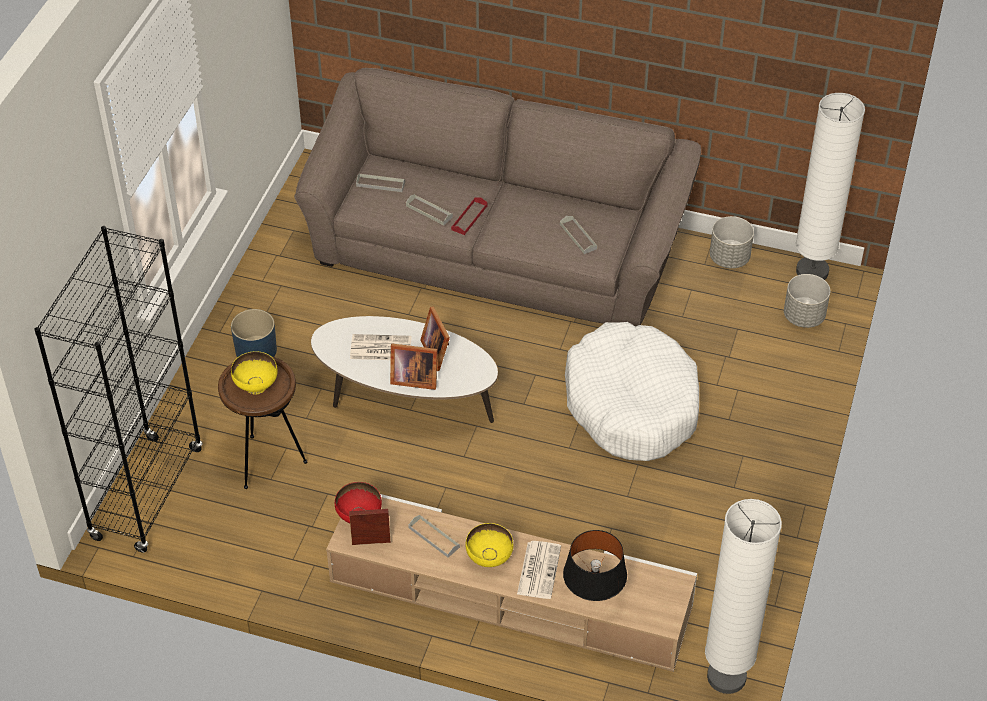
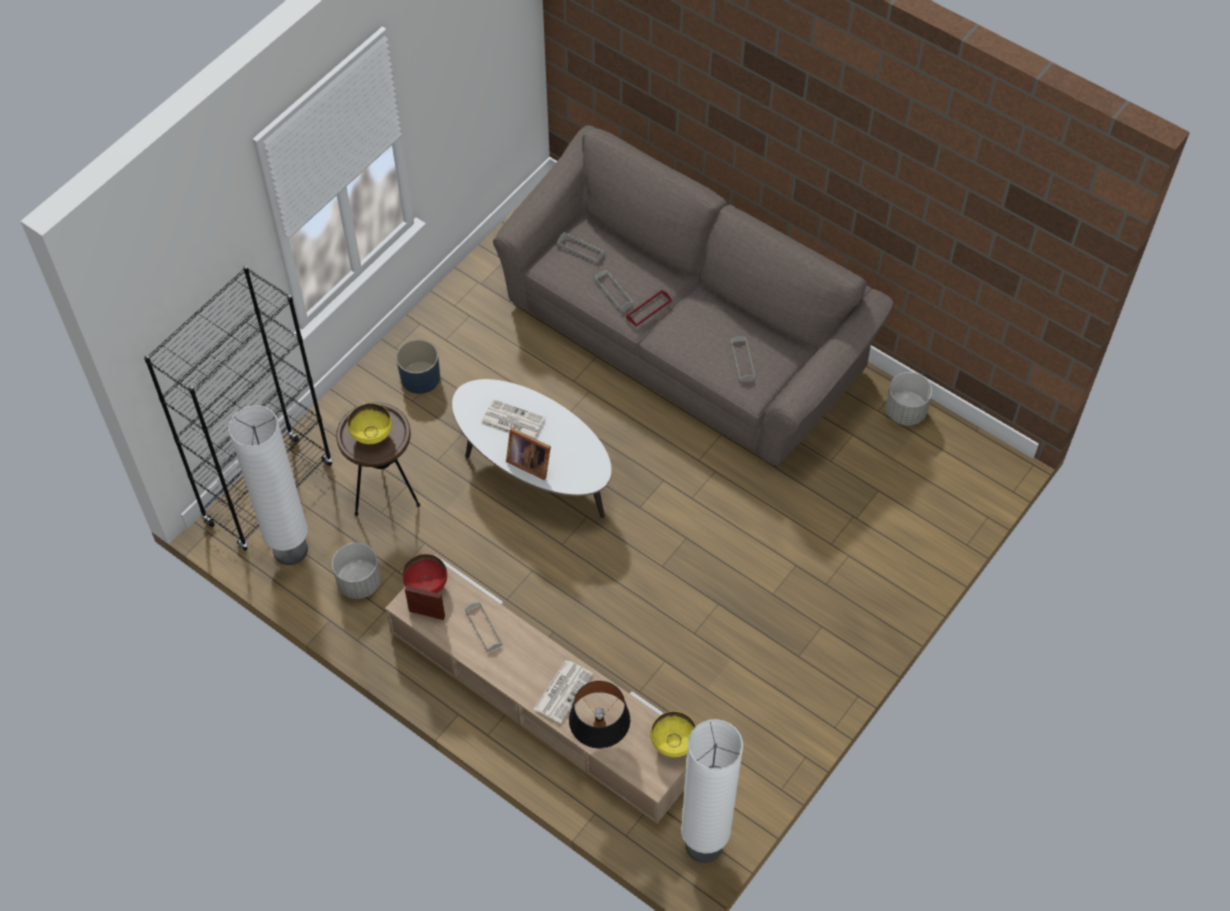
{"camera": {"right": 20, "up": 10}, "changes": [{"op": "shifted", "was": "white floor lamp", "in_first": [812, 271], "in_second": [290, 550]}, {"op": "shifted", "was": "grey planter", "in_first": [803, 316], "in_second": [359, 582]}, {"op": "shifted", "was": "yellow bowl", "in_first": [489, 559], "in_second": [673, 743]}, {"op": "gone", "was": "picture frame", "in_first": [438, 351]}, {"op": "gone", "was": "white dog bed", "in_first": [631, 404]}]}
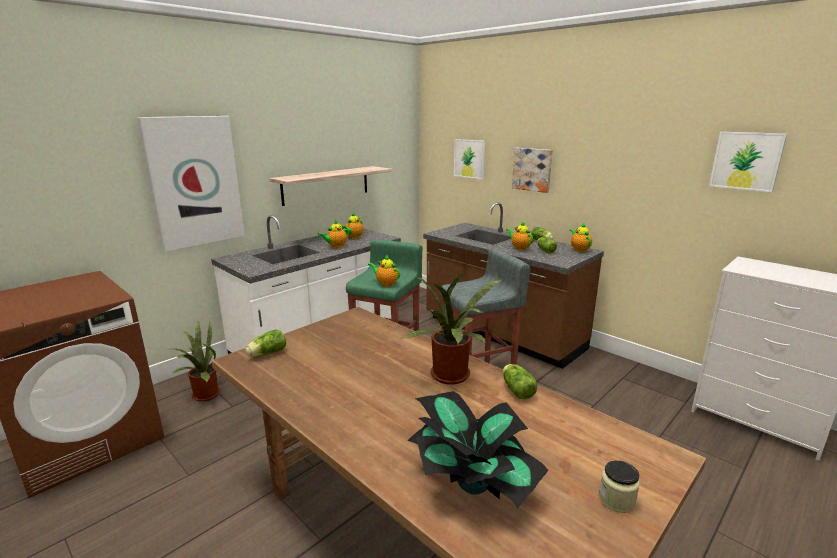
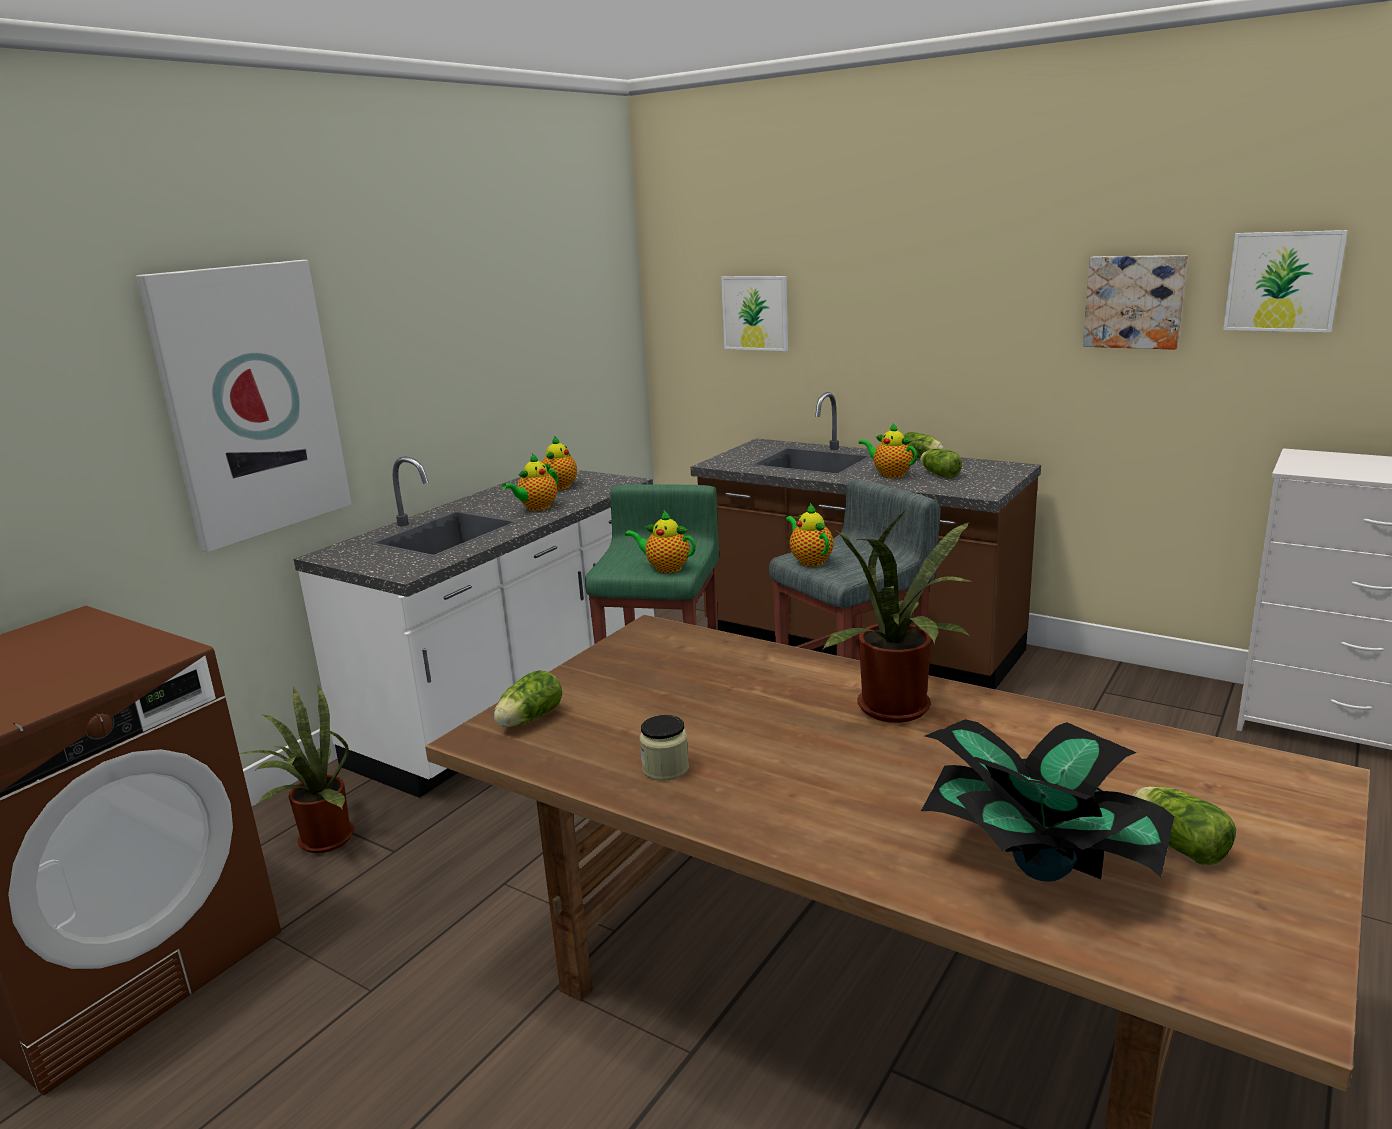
{"camera": {"right": -10, "up": 0}, "changes": [{"op": "shifted", "was": "jar", "in_first": [616, 500], "in_second": [665, 768]}, {"op": "shifted", "was": "teapot", "in_first": [579, 250], "in_second": [810, 561]}, {"op": "shifted", "was": "picture", "in_first": [532, 169], "in_second": [1134, 301]}, {"op": "shifted", "was": "lettuce", "in_first": [516, 389], "in_second": [1176, 842]}, {"op": "gone", "was": "shelf", "in_first": [326, 185]}]}
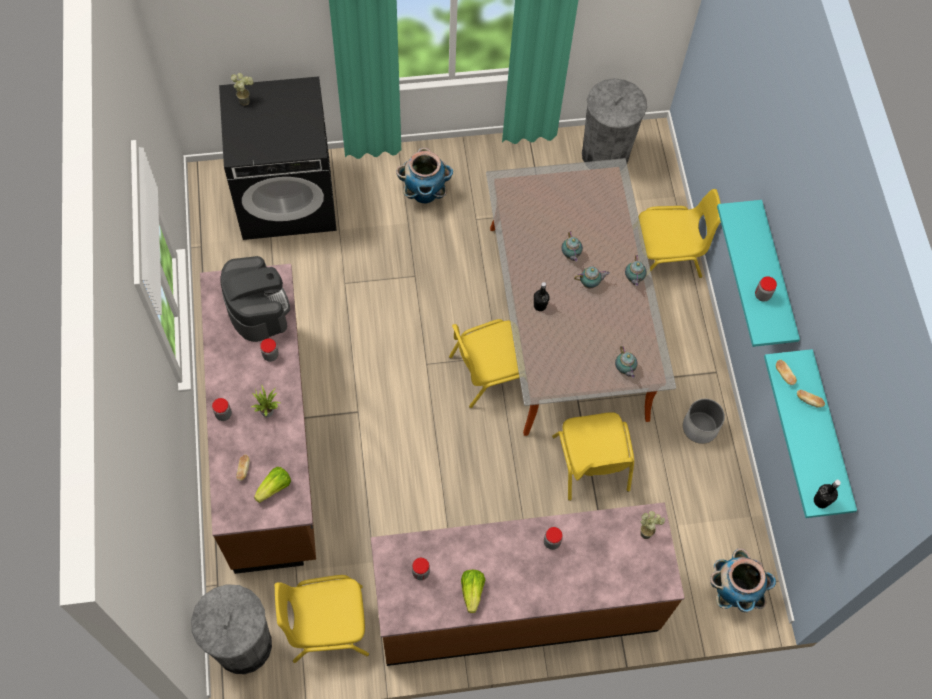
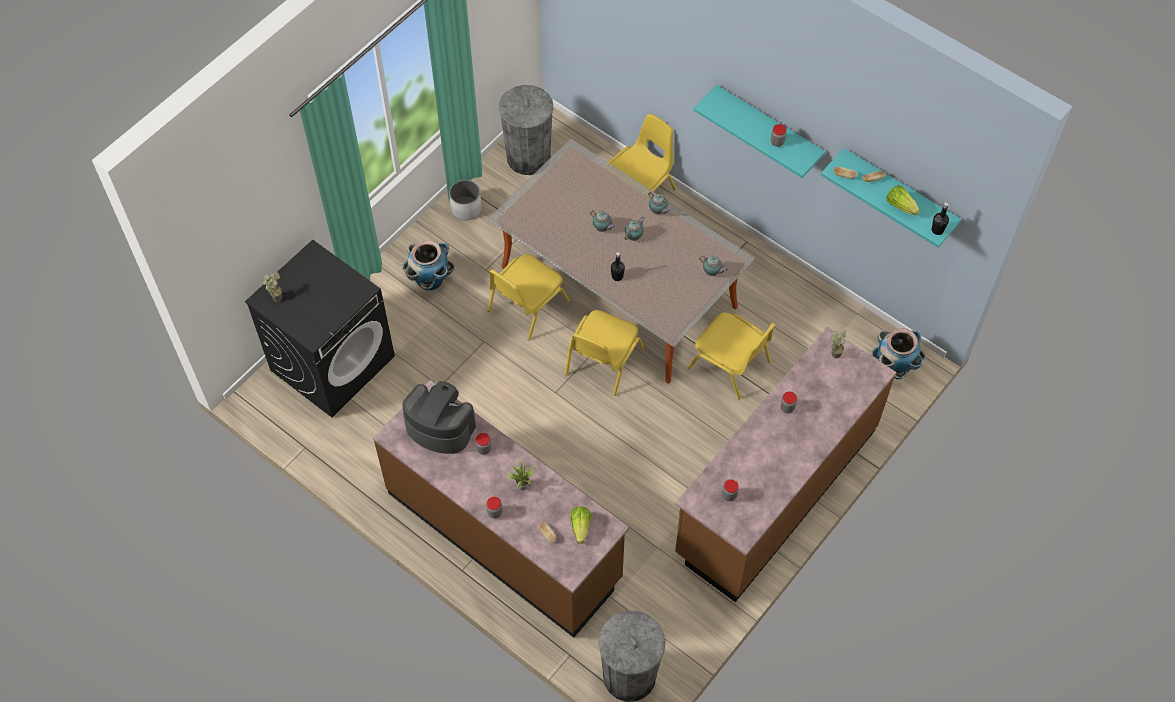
{"camera": {"right": -40, "up": -5}, "changes": [{"op": "shifted", "was": "white planter", "in_first": [700, 428], "in_second": [466, 208]}, {"op": "shifted", "was": "yellow chair", "in_first": [326, 624], "in_second": [526, 306]}, {"op": "shifted", "was": "lettuce", "in_first": [472, 591], "in_second": [900, 206]}]}
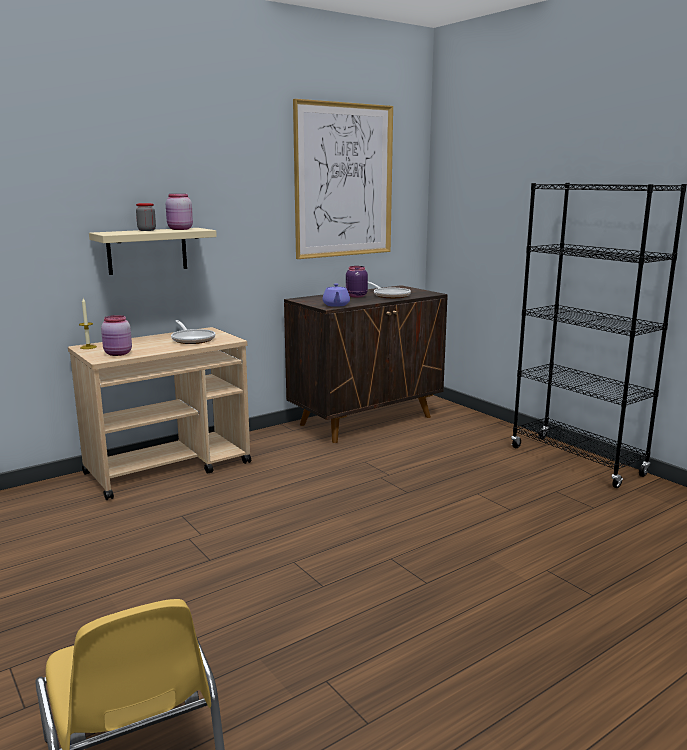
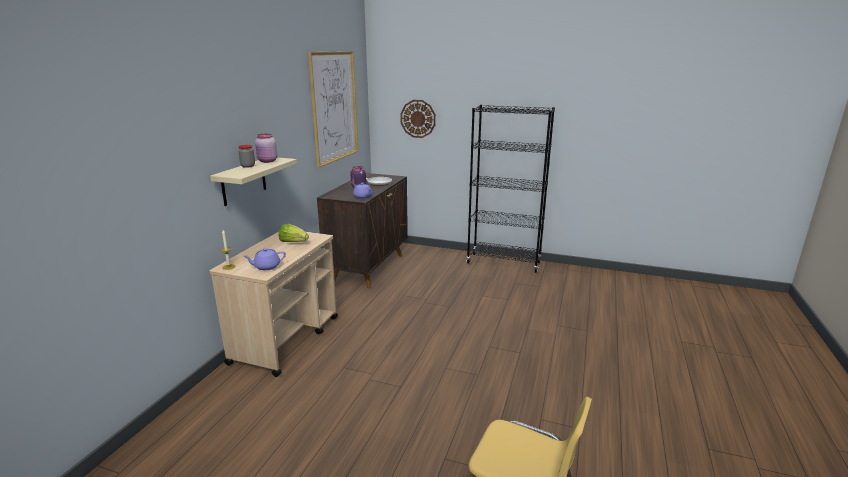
{"camera": {"right": -35, "up": 5}, "changes": [{"op": "swapped", "was": "pink jar", "now": "purple teapot", "in_first": [118, 354], "in_second": [266, 267]}, {"op": "swapped", "was": "frying pan", "now": "lettuce", "in_first": [192, 339], "in_second": [293, 242]}, {"op": "new", "now": "wall clock", "in_second": [418, 118]}]}
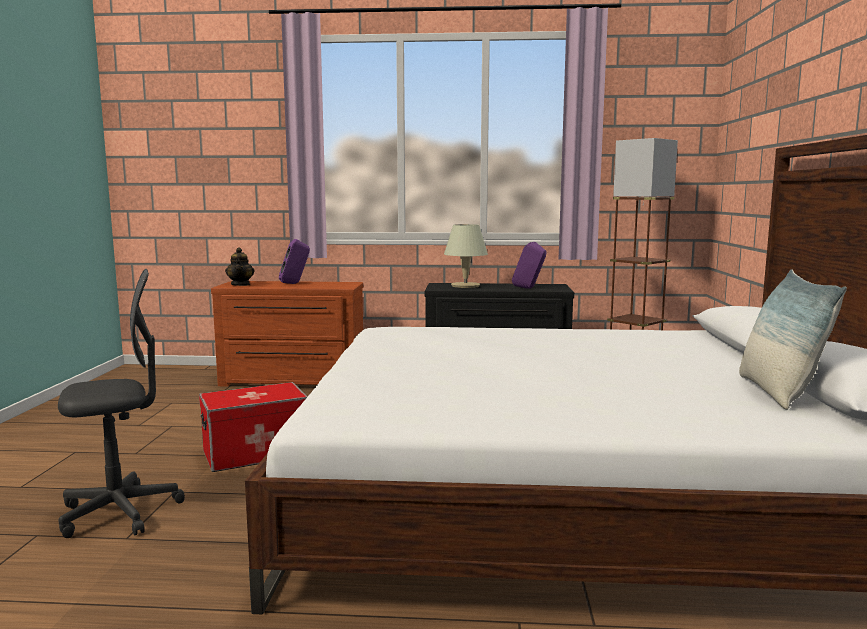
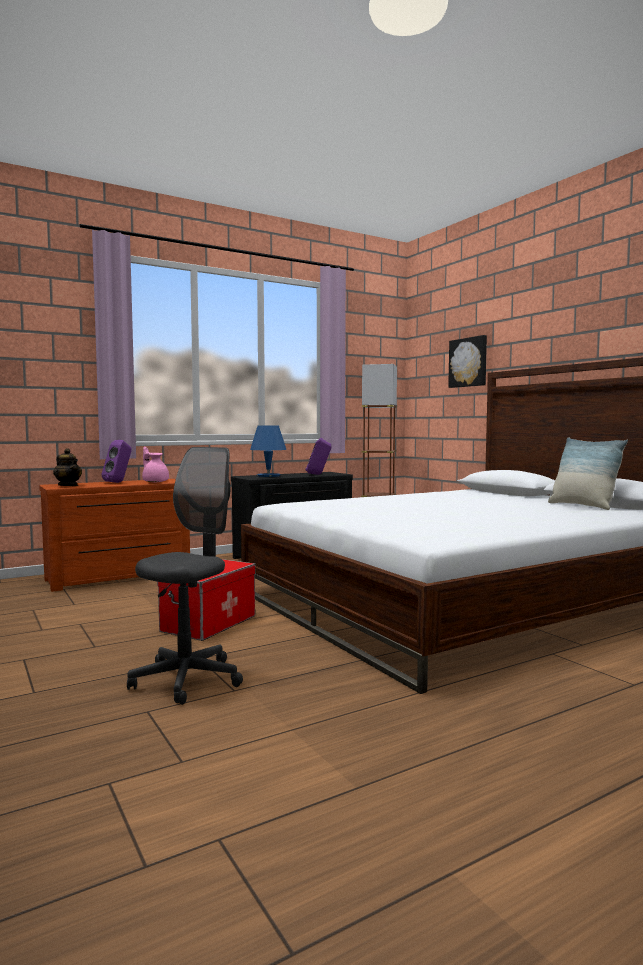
{"camera": {"right": -35, "up": -5}, "changes": [{"op": "new", "now": "pink teapot", "in_second": [155, 482]}, {"op": "repainted", "was": "beige table lamp", "now": "blue table lamp", "in_first": [465, 286], "in_second": [268, 476]}, {"op": "new", "now": "picture", "in_second": [468, 362]}]}
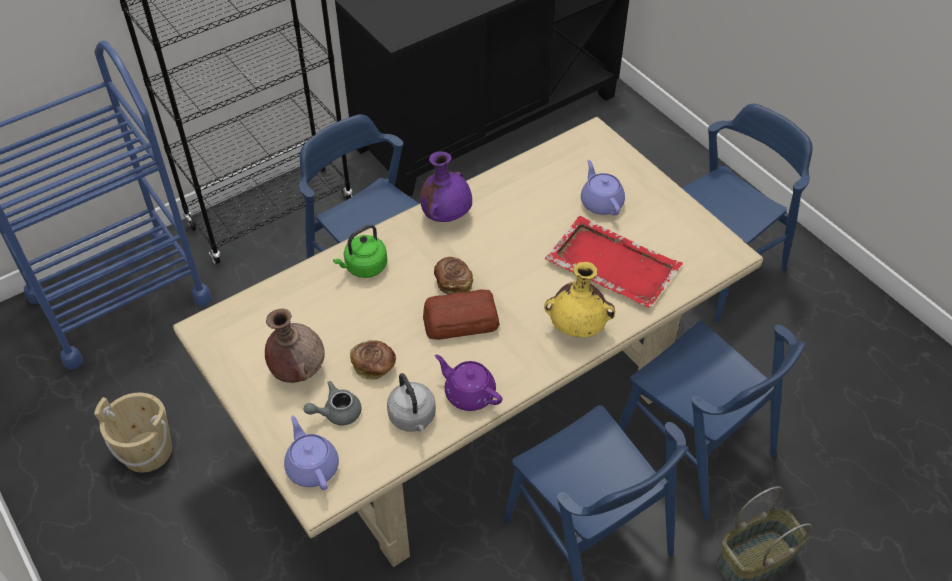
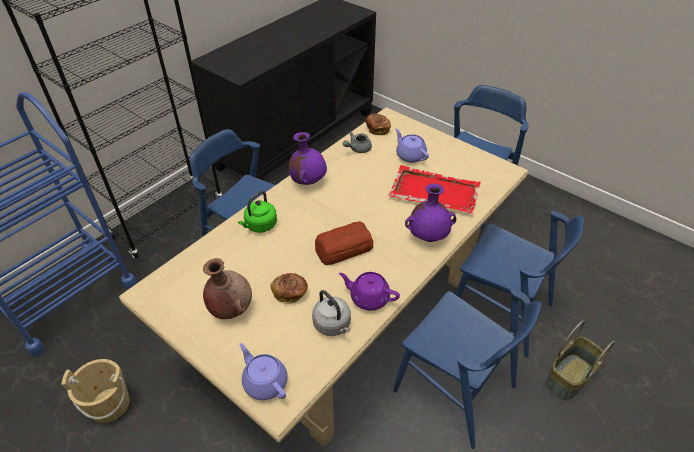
{"camera": {"right": -15, "up": -5}, "changes": [{"op": "shifted", "was": "grey teapot", "in_first": [336, 412], "in_second": [357, 149]}, {"op": "shifted", "was": "bread", "in_first": [453, 283], "in_second": [377, 129]}, {"op": "repainted", "was": "yellow vase", "now": "purple vase", "in_first": [578, 328], "in_second": [428, 237]}]}
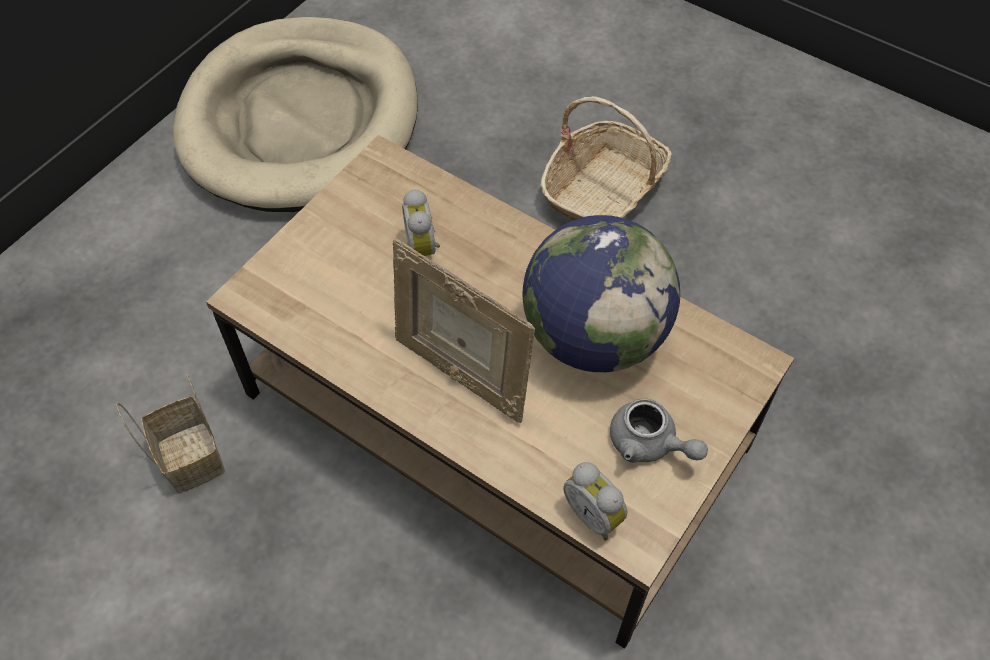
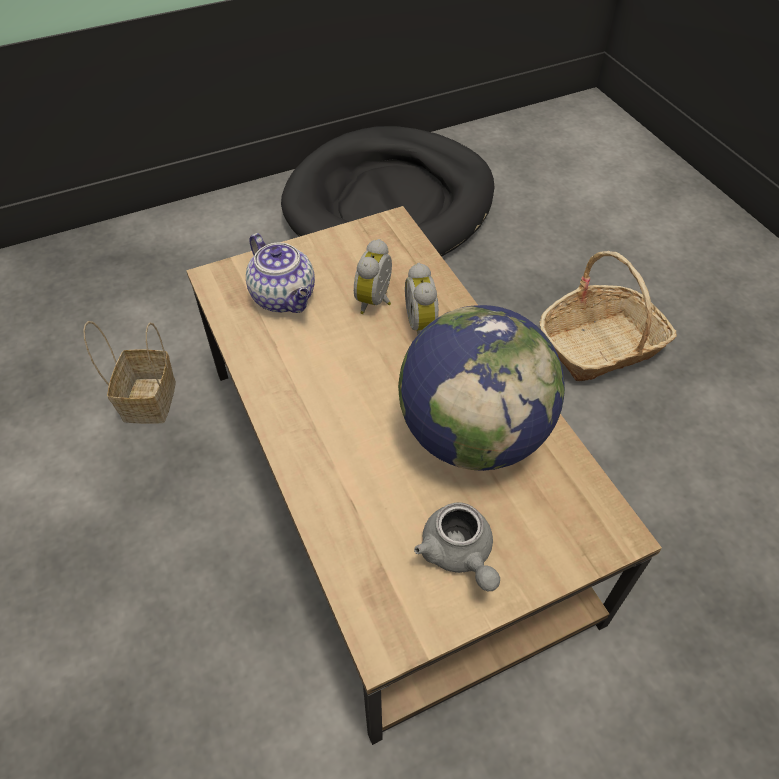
{"camera": {"right": 30, "up": -5}, "changes": [{"op": "new", "now": "teapot", "in_second": [285, 298]}, {"op": "repainted", "was": "beige dog bed", "now": "black dog bed", "in_first": [301, 120], "in_second": [390, 204]}, {"op": "shifted", "was": "alarm clock", "in_first": [594, 514], "in_second": [423, 325]}, {"op": "gone", "was": "picture frame", "in_first": [461, 373]}]}
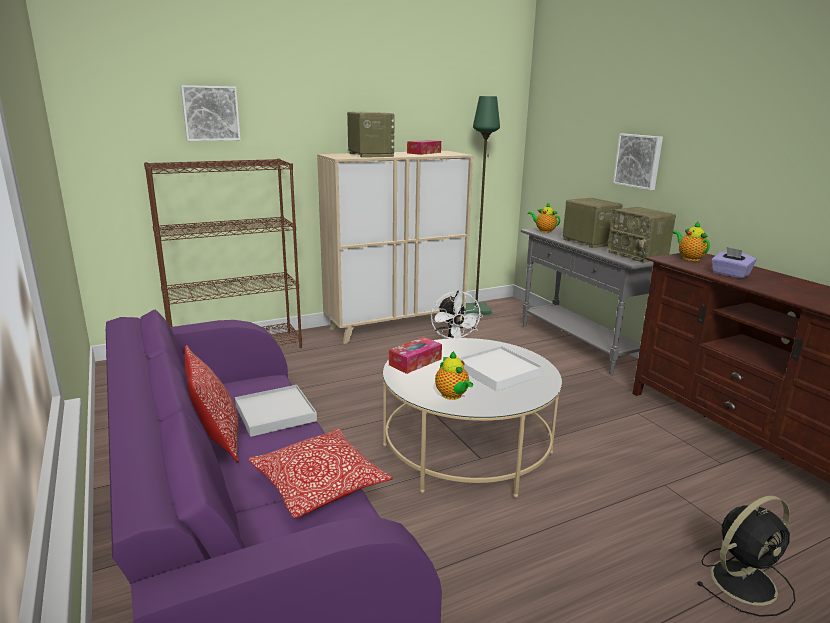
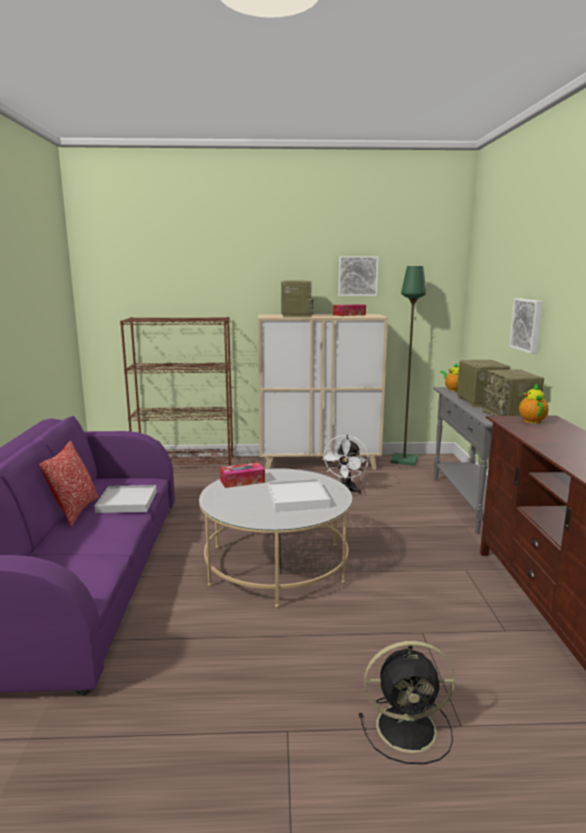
{"camera": {"right": 25, "up": -5}, "changes": [{"op": "shifted", "was": "picture", "in_first": [210, 113], "in_second": [357, 276]}, {"op": "gone", "was": "pillow", "in_first": [319, 485]}, {"op": "gone", "was": "teapot", "in_first": [452, 396]}, {"op": "gone", "was": "purple tissue box", "in_first": [730, 274]}]}
